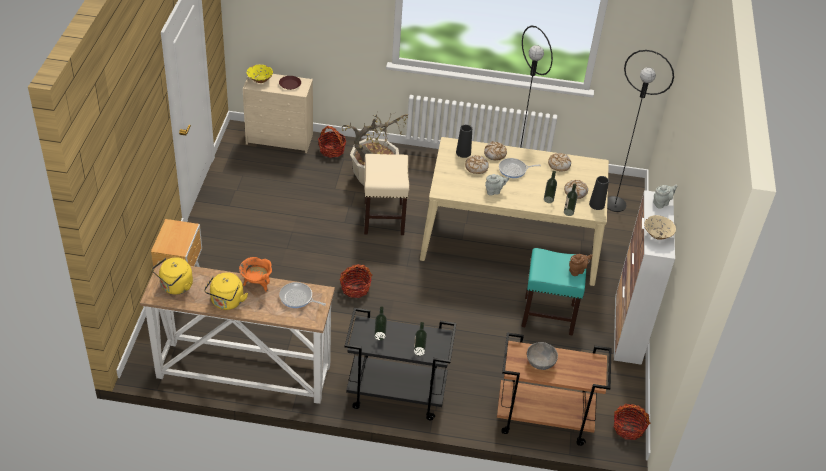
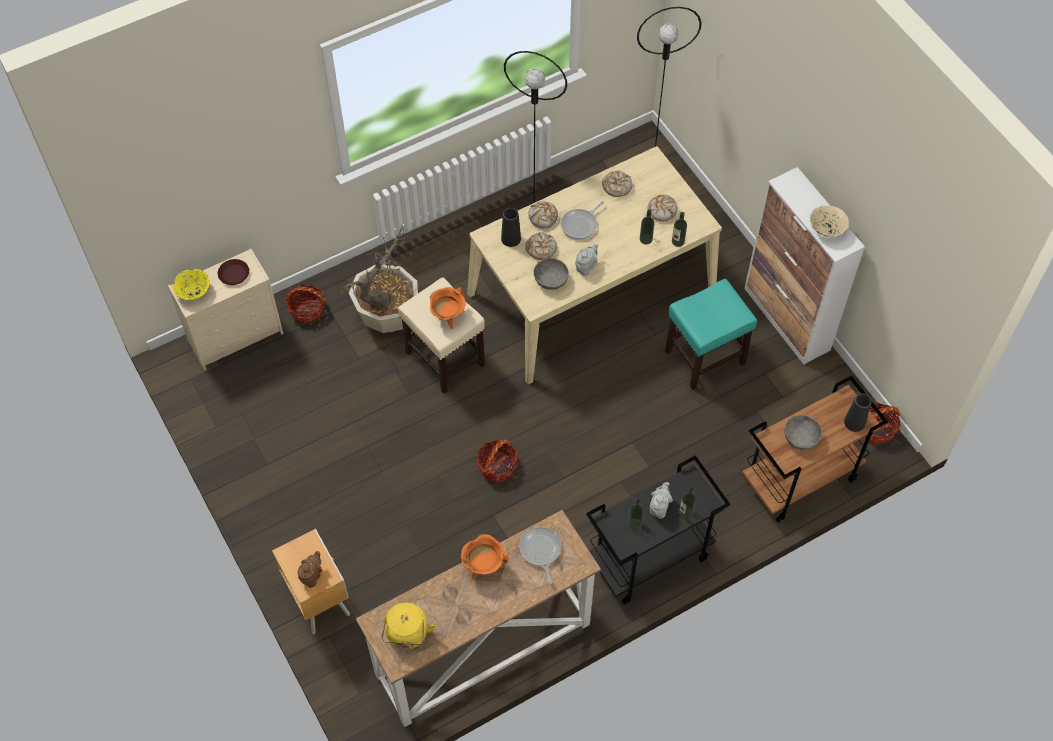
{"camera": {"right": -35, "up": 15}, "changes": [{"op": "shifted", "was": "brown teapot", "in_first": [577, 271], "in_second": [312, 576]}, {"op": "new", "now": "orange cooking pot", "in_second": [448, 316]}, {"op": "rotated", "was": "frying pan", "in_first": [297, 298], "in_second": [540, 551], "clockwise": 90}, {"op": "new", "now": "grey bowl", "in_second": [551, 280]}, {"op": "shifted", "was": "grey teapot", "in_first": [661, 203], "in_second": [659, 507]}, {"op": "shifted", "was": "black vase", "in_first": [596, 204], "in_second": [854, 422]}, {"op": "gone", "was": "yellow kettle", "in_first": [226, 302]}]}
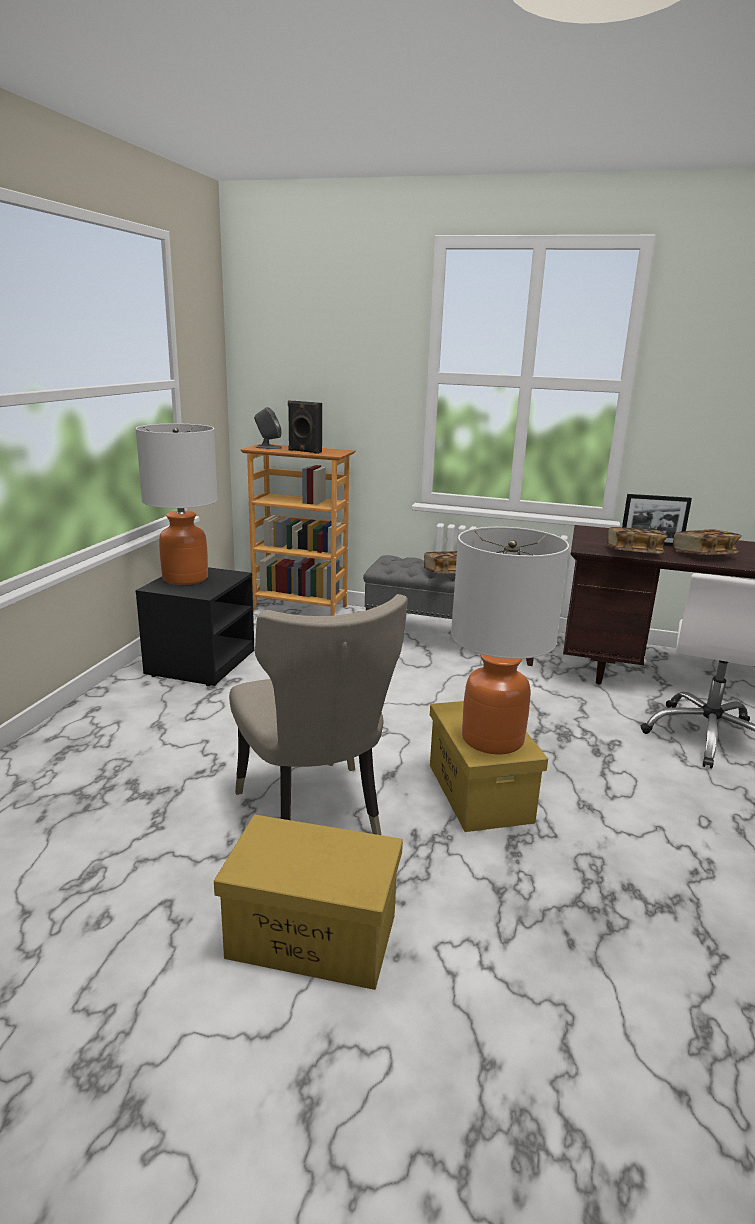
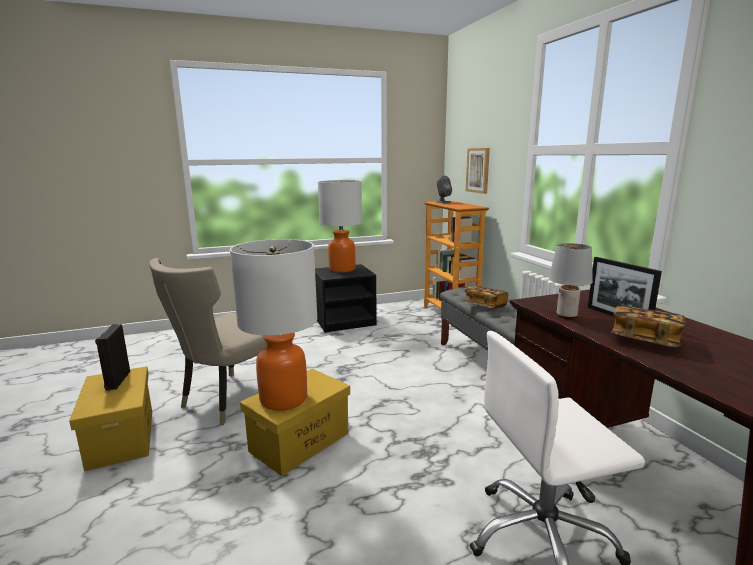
{"camera": {"right": 55, "up": -5}, "changes": [{"op": "shifted", "was": "black speaker", "in_first": [304, 451], "in_second": [117, 381]}, {"op": "new", "now": "picture", "in_second": [478, 170]}, {"op": "swapped", "was": "book", "now": "grey table lamp", "in_first": [634, 553], "in_second": [566, 316]}]}
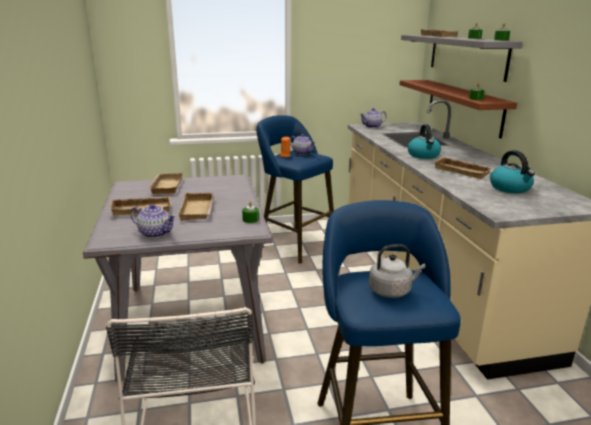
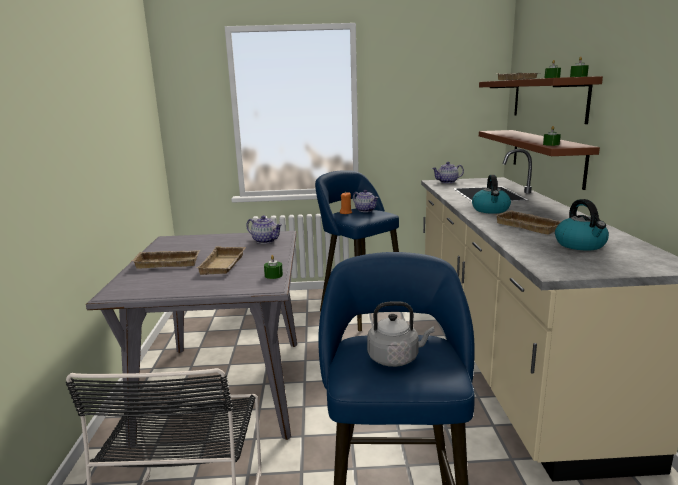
{"camera": {"right": 10, "up": -5}, "changes": [{"op": "shifted", "was": "teapot", "in_first": [155, 233], "in_second": [265, 241]}, {"op": "repainted", "was": "grey shelf", "now": "brown shelf", "in_first": [466, 55], "in_second": [547, 99]}, {"op": "gone", "was": "beige tray", "in_first": [165, 186]}]}
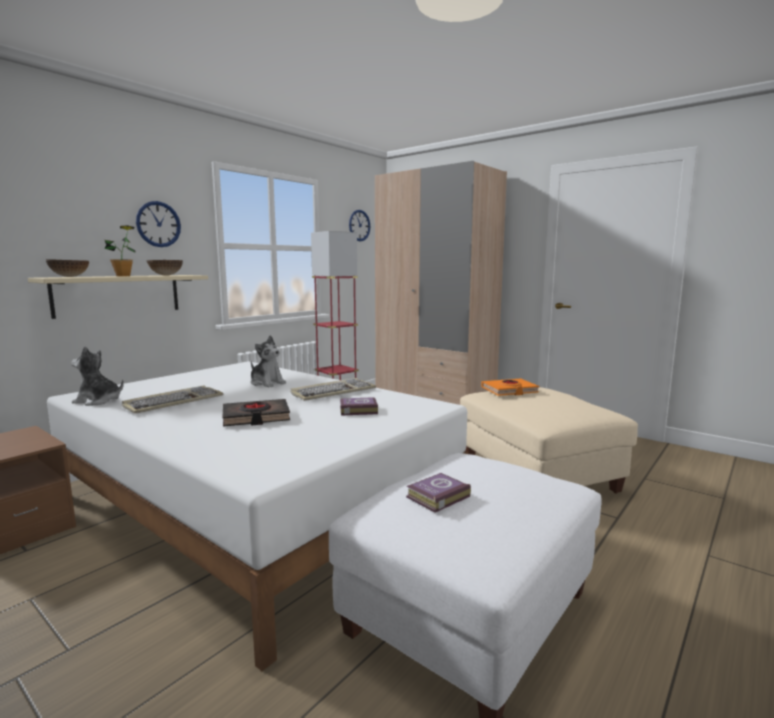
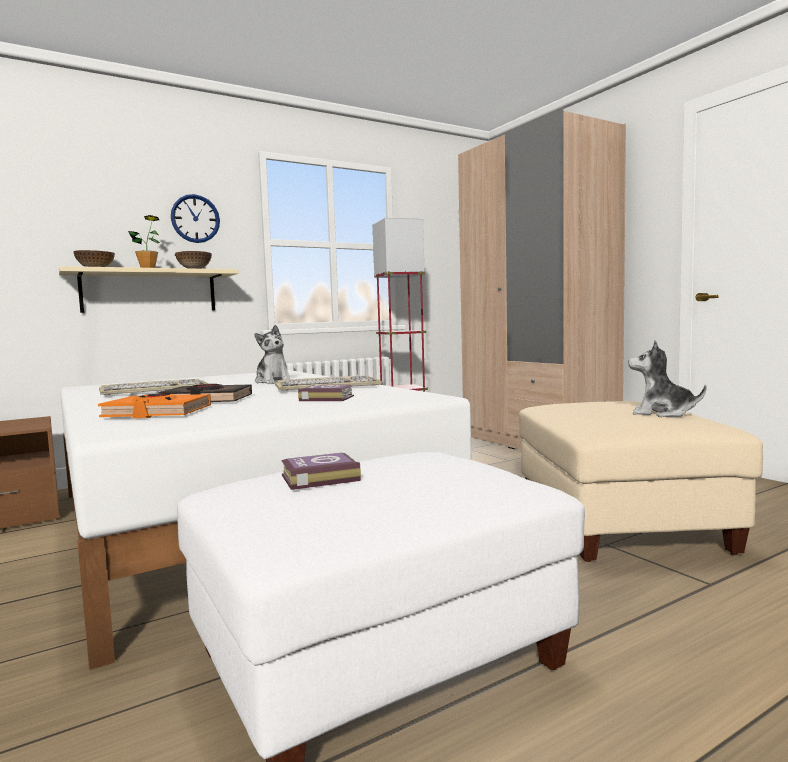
{"camera": {"right": 20, "up": -5}, "changes": [{"op": "shifted", "was": "orange book", "in_first": [509, 391], "in_second": [157, 413]}, {"op": "shifted", "was": "plush toy", "in_first": [98, 401], "in_second": [662, 413]}, {"op": "gone", "was": "wall clock", "in_first": [359, 225]}]}
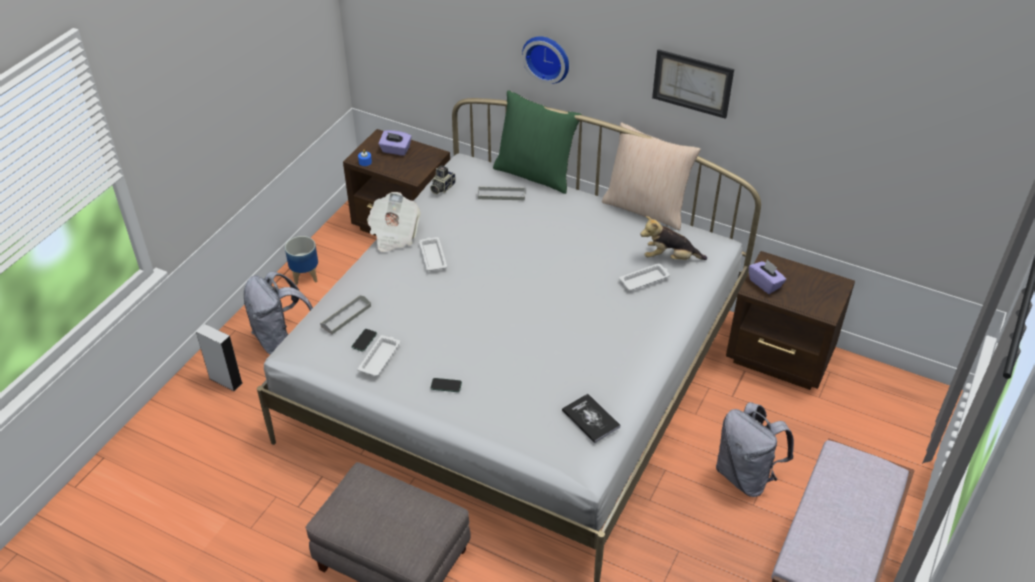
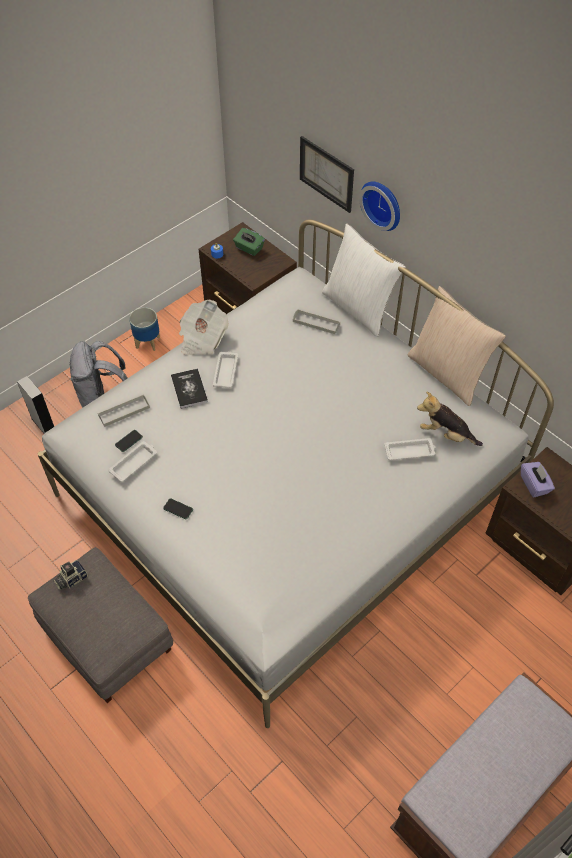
{"camera": {"right": 20, "up": 10}, "changes": [{"op": "shifted", "was": "photo camera", "in_first": [441, 187], "in_second": [71, 579]}, {"op": "shifted", "was": "book", "in_first": [590, 419], "in_second": [189, 389]}, {"op": "repainted", "was": "purple tissue box", "now": "green tissue box", "in_first": [395, 150], "in_second": [249, 248]}, {"op": "shifted", "was": "picture", "in_first": [692, 83], "in_second": [326, 174]}, {"op": "repainted", "was": "green pillow", "now": "white pillow", "in_first": [535, 173], "in_second": [359, 308]}, {"op": "gone", "was": "grey backpack", "in_first": [746, 476]}]}
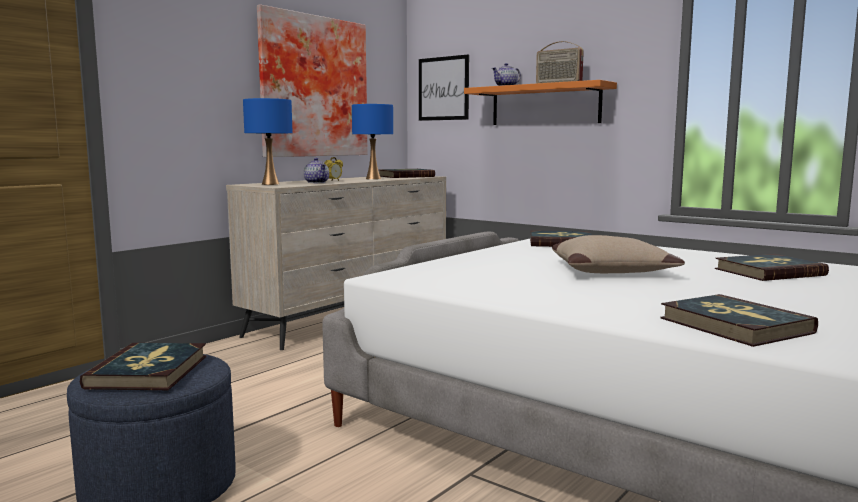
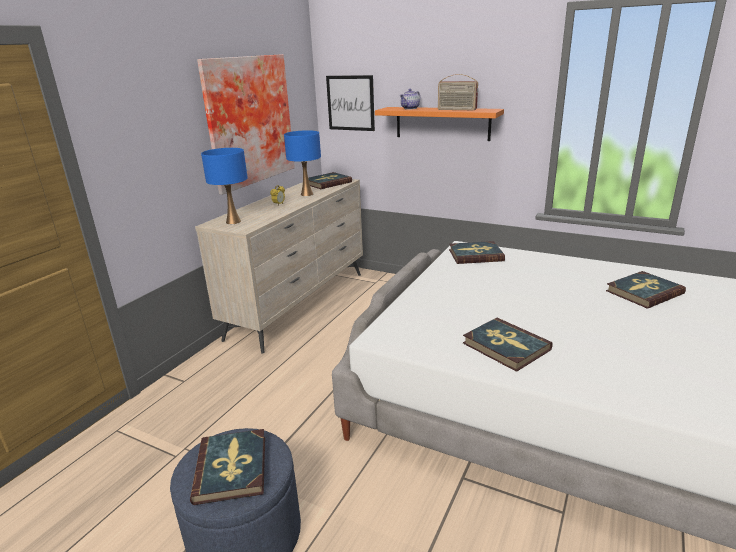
{"camera": {"right": -10, "up": 15}, "changes": [{"op": "shifted", "was": "book", "in_first": [734, 325], "in_second": [505, 346]}, {"op": "gone", "was": "teapot", "in_first": [317, 182]}, {"op": "gone", "was": "beige pillow", "in_first": [611, 270]}]}
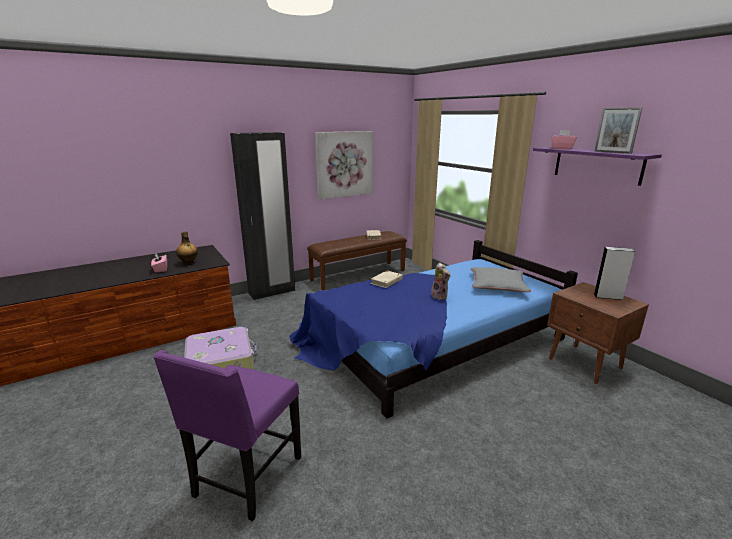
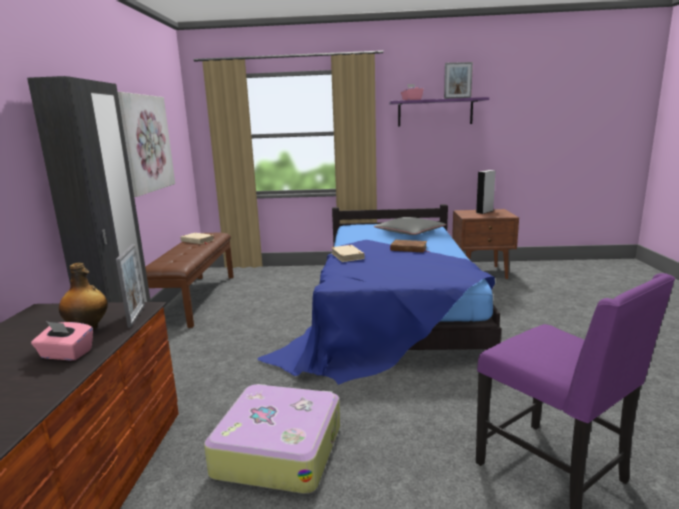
{"camera": {"right": -55, "up": -5}, "changes": [{"op": "new", "now": "picture frame", "in_second": [136, 316]}, {"op": "swapped", "was": "plush toy", "now": "brown book", "in_first": [440, 296], "in_second": [409, 249]}]}
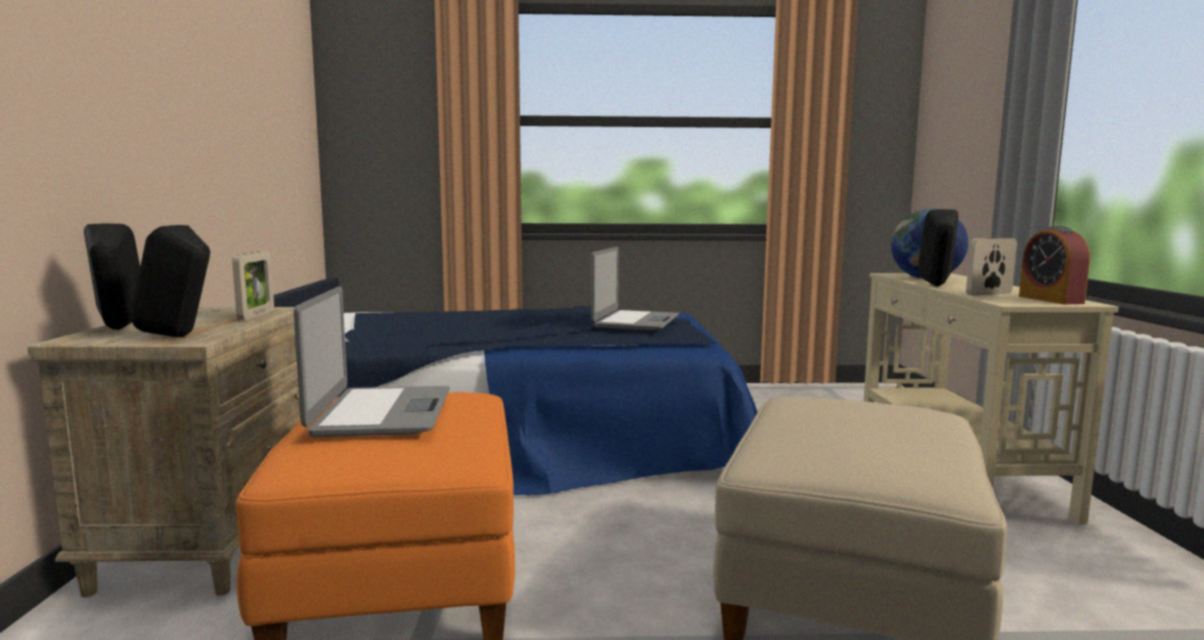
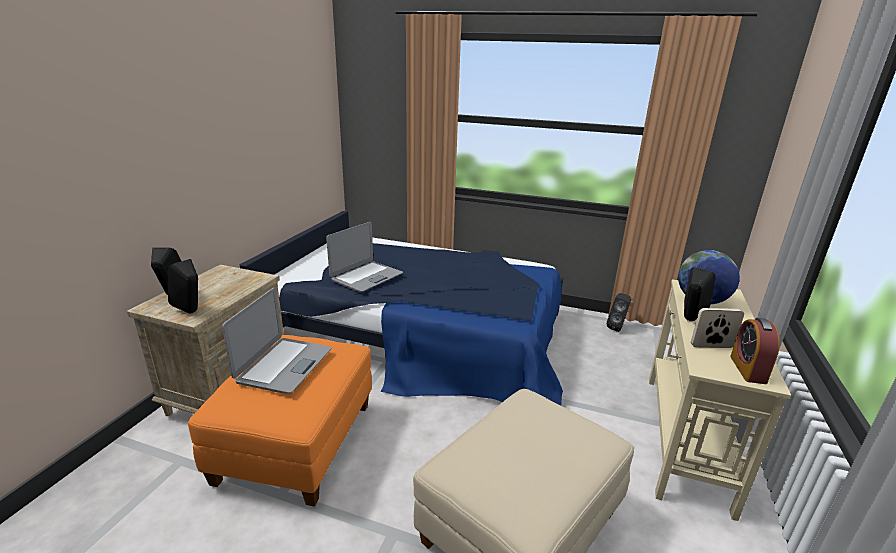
{"camera": {"right": 20, "up": 15}, "changes": [{"op": "shifted", "was": "laptop", "in_first": [635, 322], "in_second": [366, 277]}, {"op": "new", "now": "black speaker", "in_second": [617, 327]}, {"op": "gone", "was": "picture frame", "in_first": [256, 315]}]}
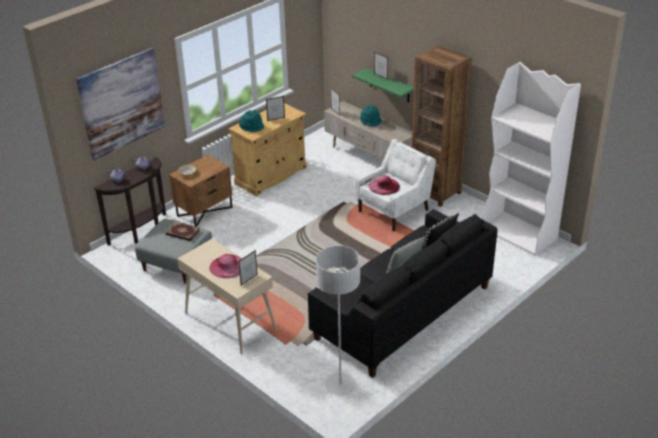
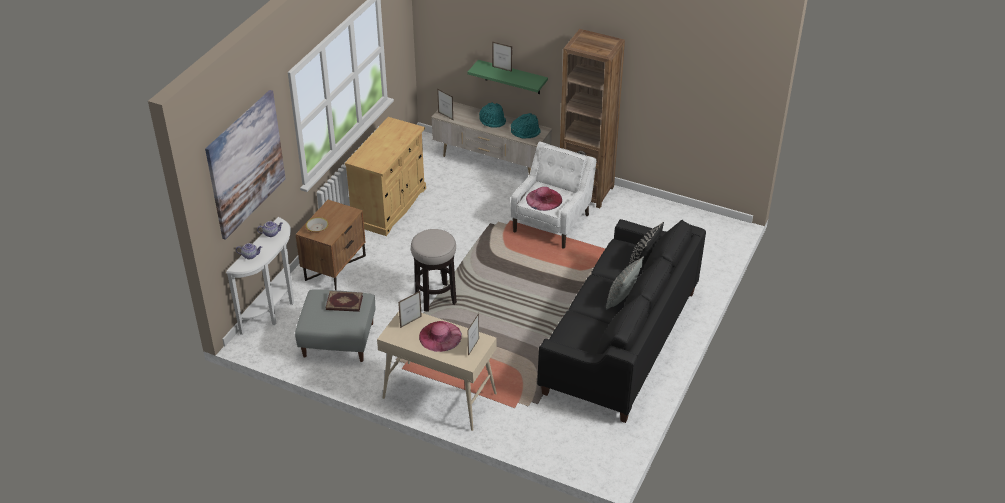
{"camera": {"right": -20, "up": 5}, "changes": [{"op": "repainted", "was": "brown console table", "now": "white console table", "in_first": [142, 232], "in_second": [274, 309]}, {"op": "shifted", "was": "picture frame", "in_first": [276, 119], "in_second": [411, 322]}, {"op": "new", "now": "stool", "in_second": [435, 297]}, {"op": "shifted", "was": "turquoise hat", "in_first": [252, 127], "in_second": [525, 132]}, {"op": "gone", "was": "grey floor lamp", "in_first": [340, 385]}, {"op": "gone", "was": "white bookcase", "in_first": [519, 233]}]}
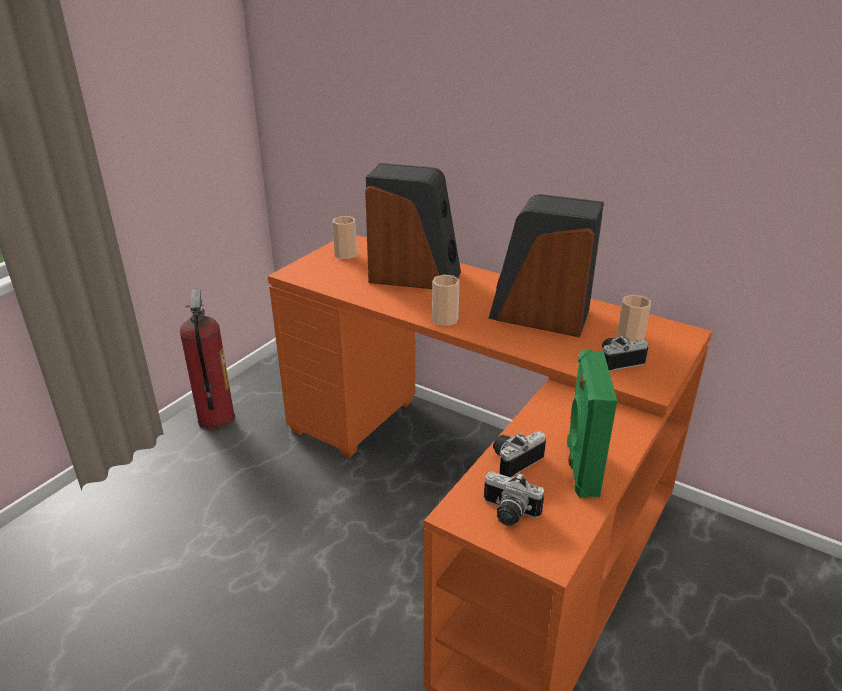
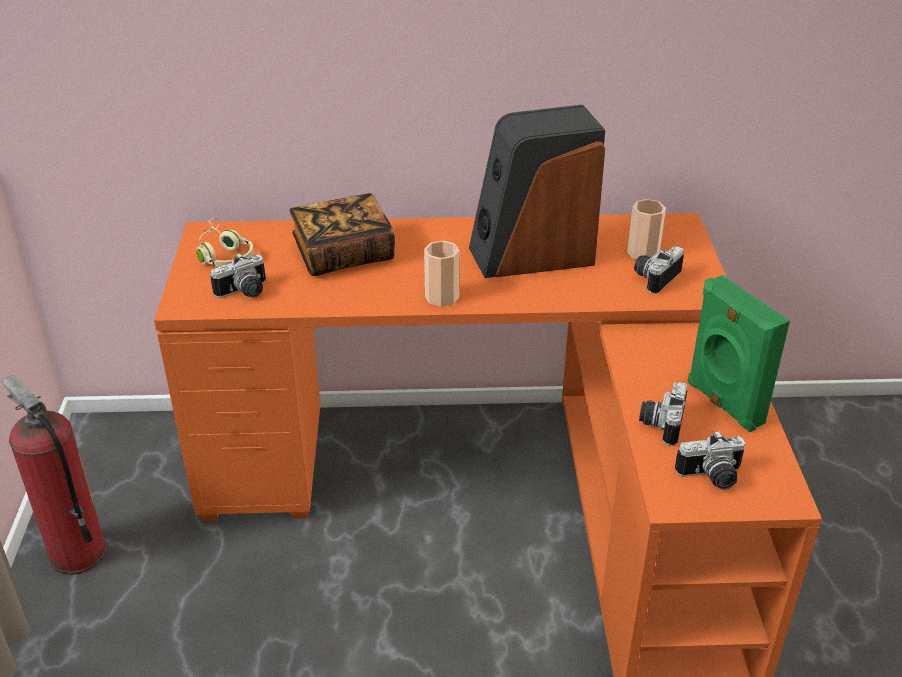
{"camera": {"right": -35, "up": 5}, "changes": [{"op": "swapped", "was": "cup", "now": "beige headphones", "in_first": [345, 255], "in_second": [223, 255]}, {"op": "new", "now": "photo camera", "in_second": [244, 292]}, {"op": "swapped", "was": "speaker", "now": "book", "in_first": [414, 276], "in_second": [343, 254]}]}
